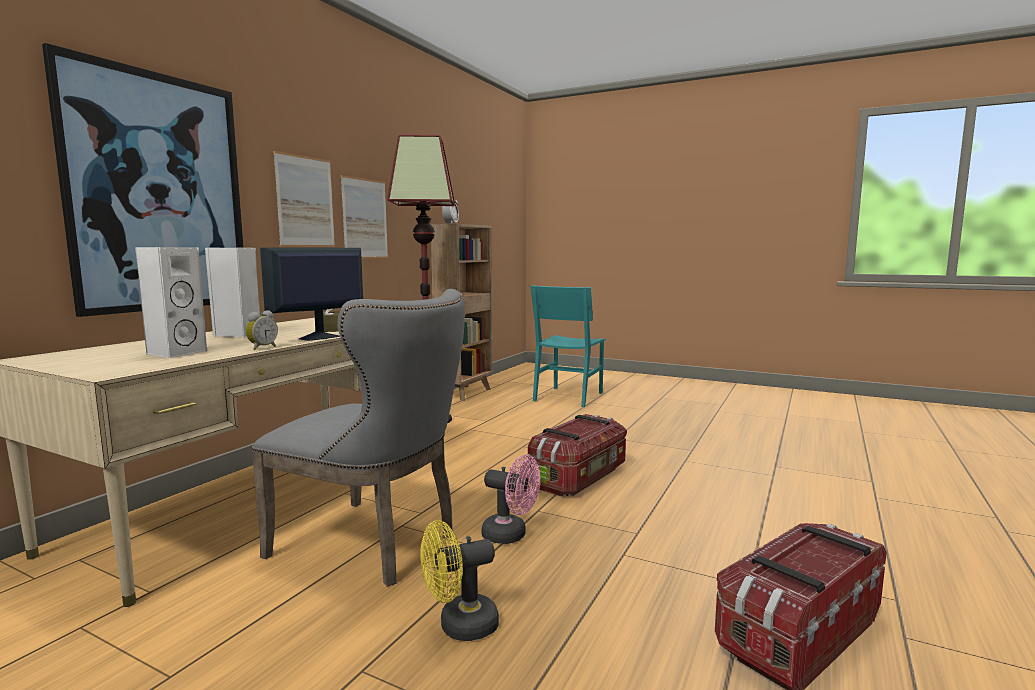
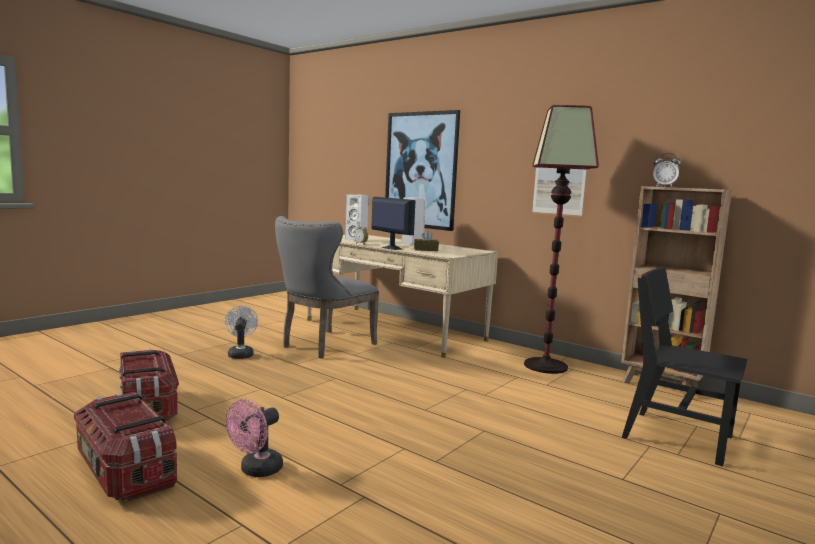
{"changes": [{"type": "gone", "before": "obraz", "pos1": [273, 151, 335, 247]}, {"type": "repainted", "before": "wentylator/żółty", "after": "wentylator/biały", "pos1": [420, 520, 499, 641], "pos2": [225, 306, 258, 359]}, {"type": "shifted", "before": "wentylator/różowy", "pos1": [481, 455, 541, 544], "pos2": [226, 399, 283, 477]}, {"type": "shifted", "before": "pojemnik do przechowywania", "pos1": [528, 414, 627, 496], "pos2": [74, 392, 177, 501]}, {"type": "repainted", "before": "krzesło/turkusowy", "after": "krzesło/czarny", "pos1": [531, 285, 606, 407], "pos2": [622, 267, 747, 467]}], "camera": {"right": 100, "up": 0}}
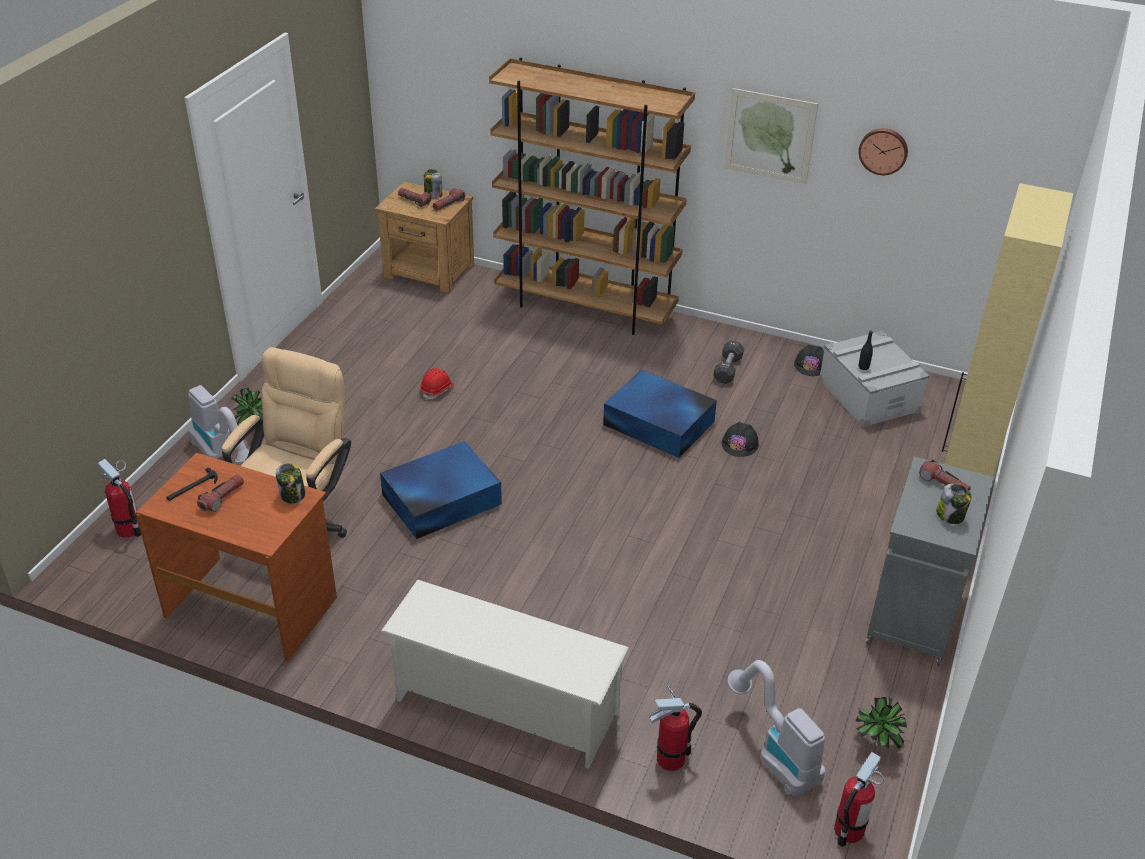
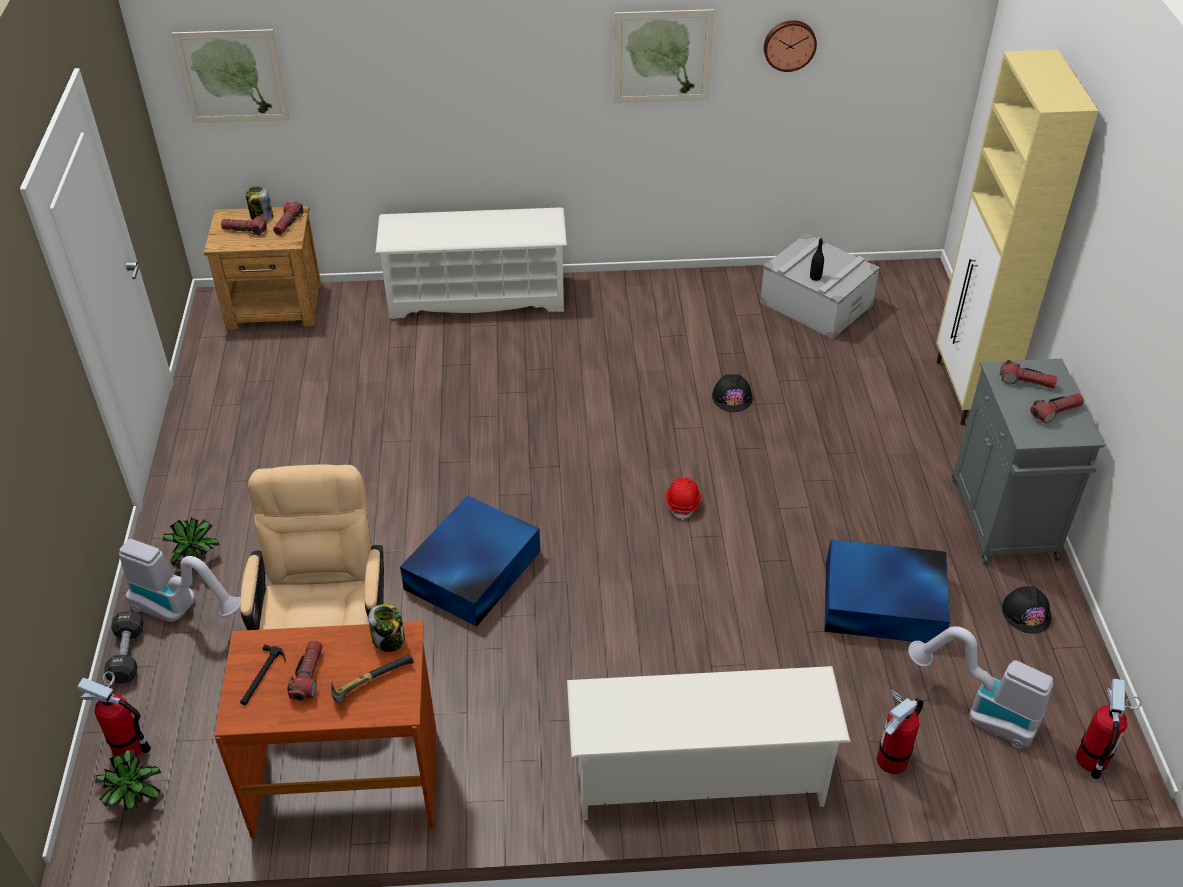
{"changes": [{"type": "shifted", "before": "kask/czerwony", "pos1": [420, 368, 454, 400], "pos2": [666, 477, 701, 520]}, {"type": "swapped", "before": "regał/brązowy", "after": "regał na buty/biały", "pos1": [489, 57, 695, 335], "pos2": [376, 207, 567, 319]}, {"type": "shifted", "before": "pojemnik do przechowywania/niebieski", "pos1": [603, 370, 717, 458], "pos2": [824, 539, 950, 643]}, {"type": "shifted", "before": "hantel/czarny", "pos1": [713, 341, 744, 384], "pos2": [104, 611, 144, 684]}, {"type": "shifted", "before": "kask/czarny", "pos1": [794, 345, 824, 376], "pos2": [1002, 586, 1051, 634]}, {"type": "shifted", "before": "roślina doniczkowa", "pos1": [855, 697, 907, 749], "pos2": [95, 749, 161, 812]}, {"type": "swapped", "before": "słoik", "after": "latarka", "pos1": [936, 484, 971, 524], "pos2": [1030, 393, 1084, 423]}, {"type": "new", "after": "obraz", "pos2": [171, 29, 290, 123]}, {"type": "new", "after": "młotek", "pos2": [331, 655, 414, 704]}], "camera": {"right": -25, "up": 5}}
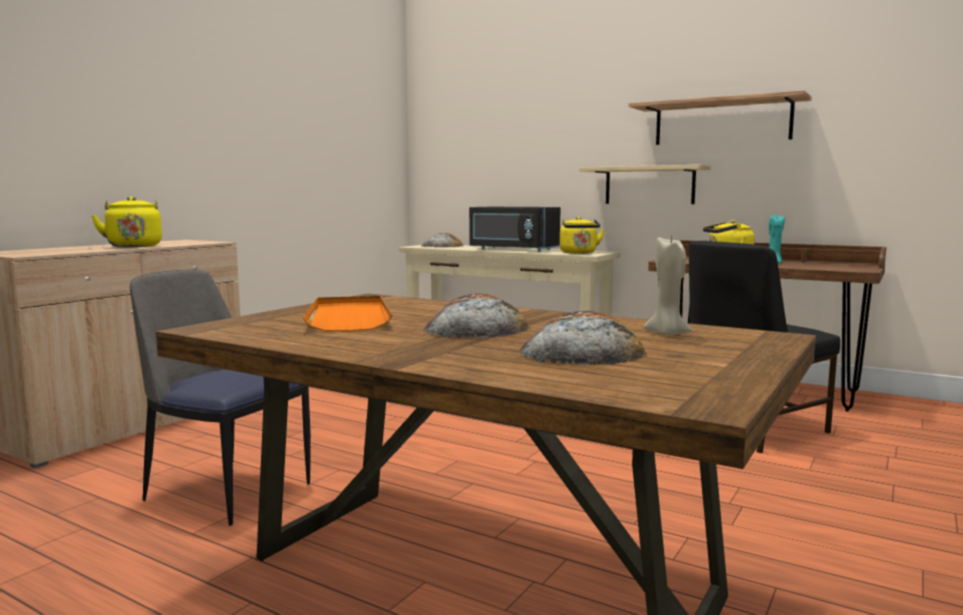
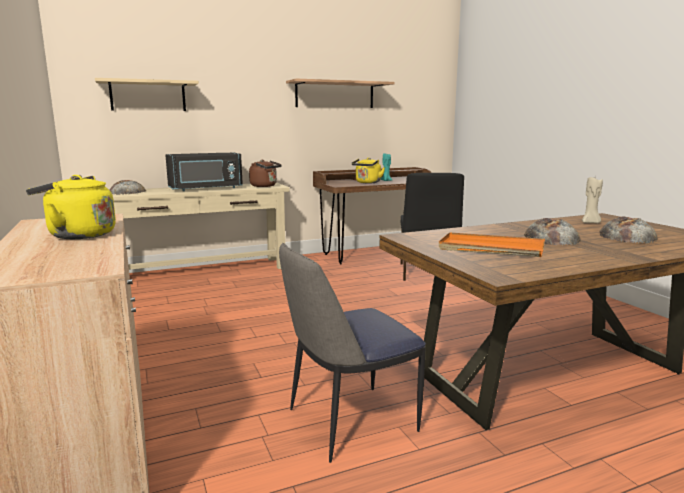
{"changes": [{"type": "repainted", "before": "czajnik/żółty", "after": "czajnik/brązowy", "pos1": [560, 217, 605, 254], "pos2": [249, 160, 282, 187]}, {"type": "shifted", "before": "półka/beżowy", "pos1": [579, 164, 711, 204], "pos2": [95, 78, 199, 111]}], "camera": {"right": -55, "up": 5}}
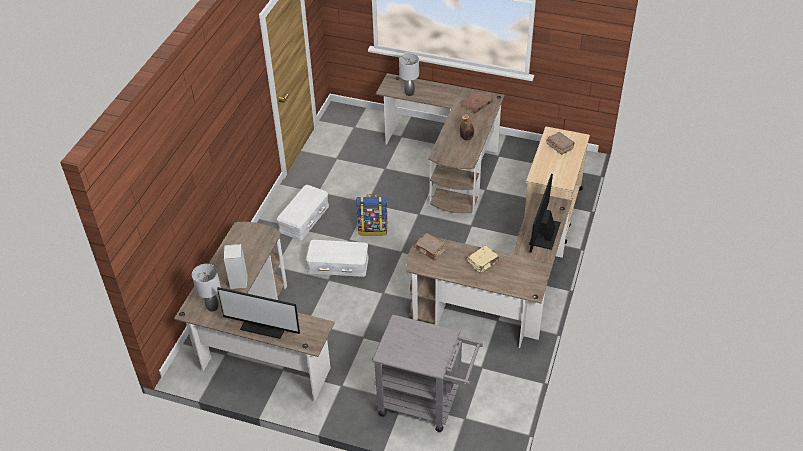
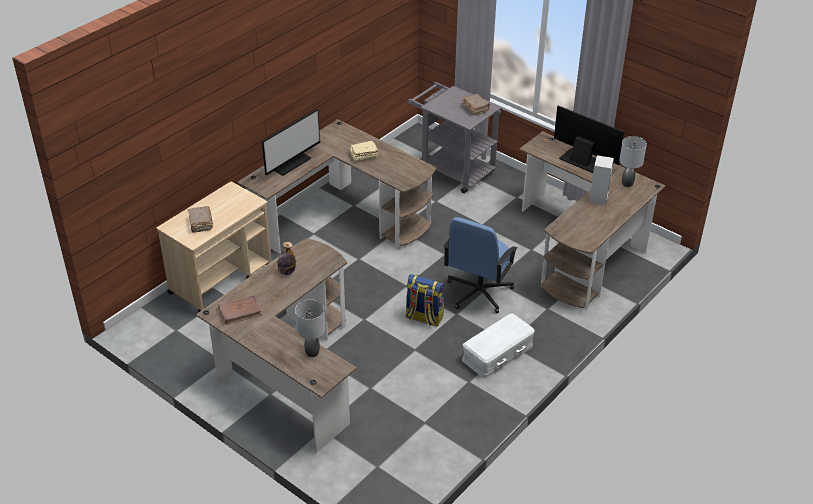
{"changes": [{"type": "swapped", "before": "pojemnik do przechowywania/biały", "after": "krzesło biurowe/niebieski", "pos1": [306, 240, 369, 277], "pos2": [444, 217, 518, 313]}, {"type": "shifted", "before": "książka/brązowy", "pos1": [415, 233, 446, 260], "pos2": [462, 94, 490, 115]}], "camera": {"right": -160, "up": -5}}
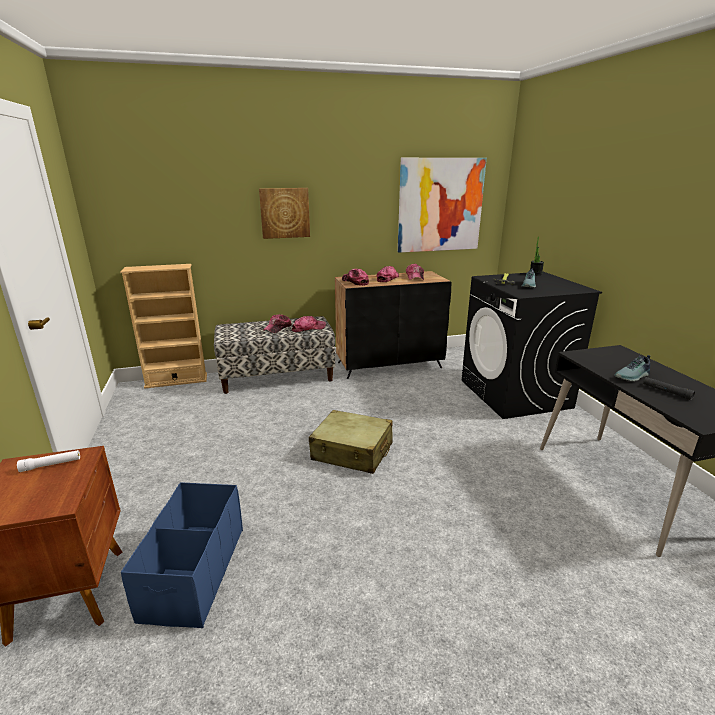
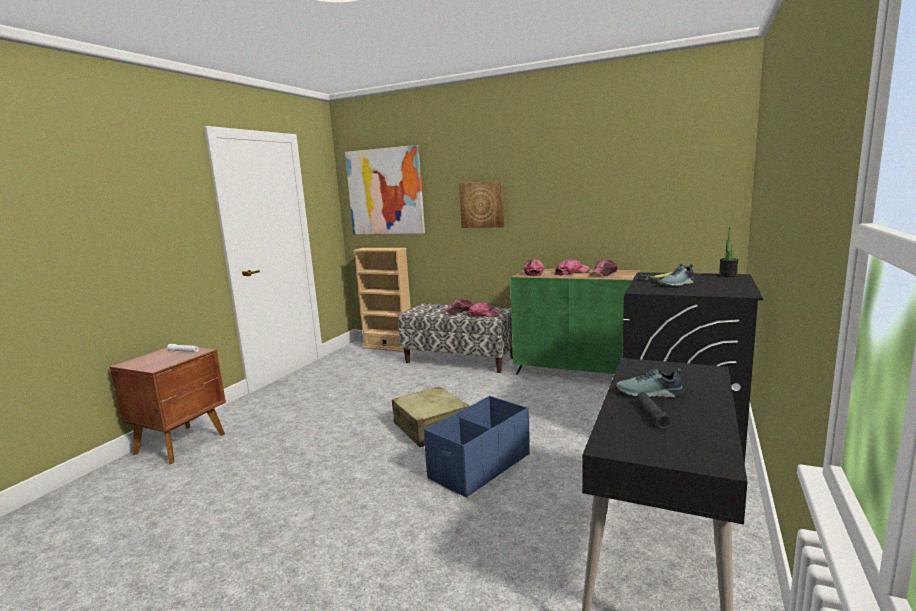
{"changes": [{"type": "shifted", "before": "pojemnik do przechowywania/niebieski", "pos1": [121, 482, 243, 628], "pos2": [424, 396, 530, 498]}, {"type": "repainted", "before": "szafka/czarny", "after": "szafka/zielony", "pos1": [335, 271, 451, 379], "pos2": [511, 269, 640, 375]}, {"type": "shifted", "before": "obraz", "pos1": [398, 158, 487, 253], "pos2": [345, 145, 425, 235]}], "camera": {"right": 40, "up": -10}}
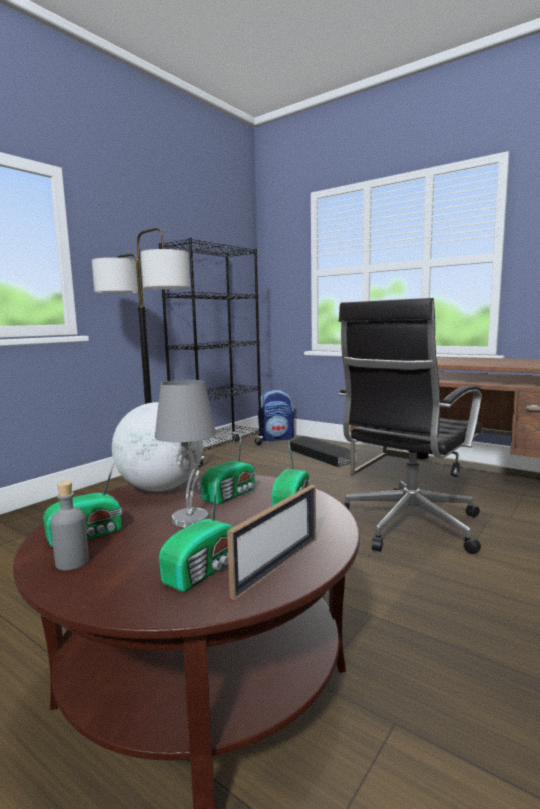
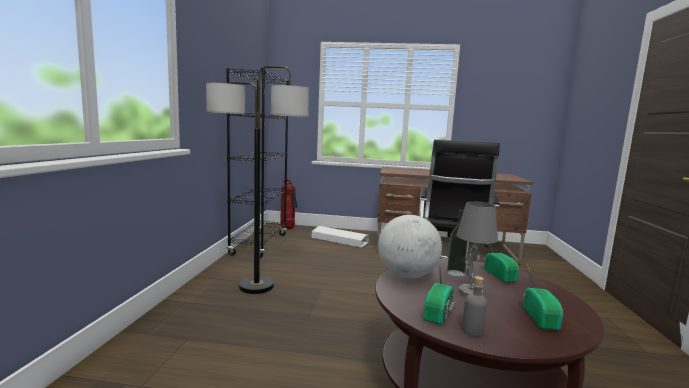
{"changes": [{"type": "swapped", "before": "radio", "after": "butelka", "pos1": [201, 436, 256, 505], "pos2": [447, 209, 469, 277]}, {"type": "gone", "before": "ramka na zdjęcie", "pos1": [227, 485, 316, 600]}, {"type": "swapped", "before": "plecak", "after": "gaśnica", "pos1": [258, 390, 294, 441], "pos2": [280, 177, 298, 229]}, {"type": "repainted", "before": "pojemnik do przechowywania/czarny", "after": "pojemnik do przechowywania/biały", "pos1": [290, 436, 357, 467], "pos2": [312, 226, 369, 247]}], "camera": {"right": -30, "up": 0}}
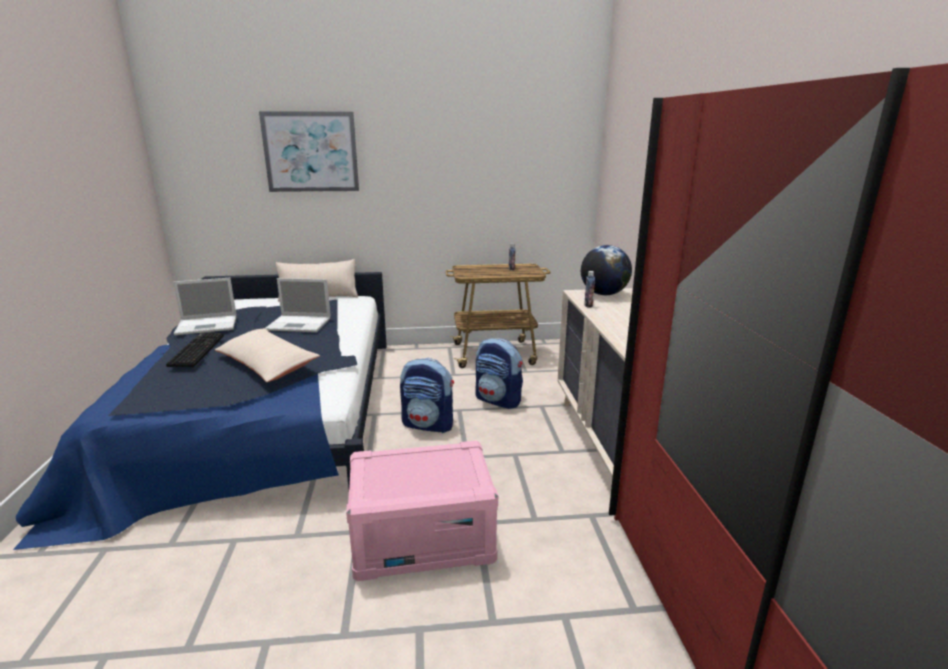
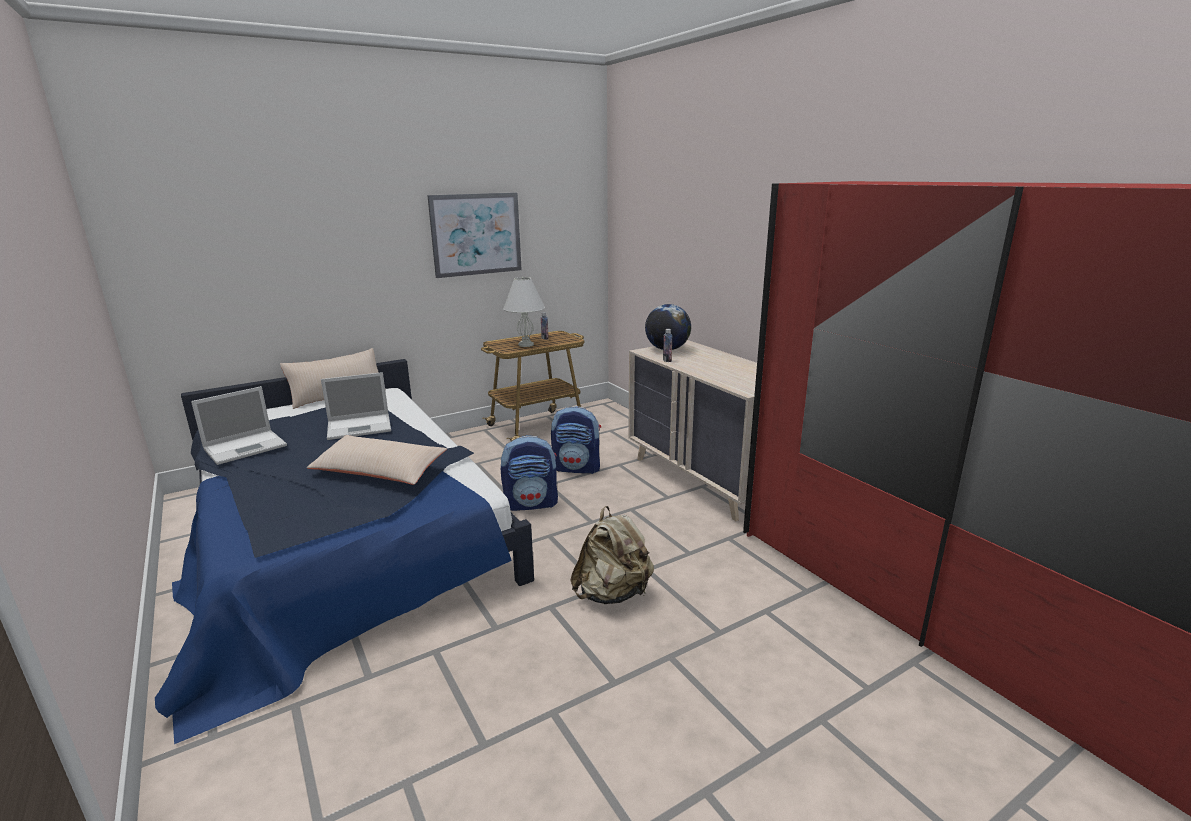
{"changes": [{"type": "gone", "before": "klawiatura", "pos1": [166, 333, 224, 367]}, {"type": "shifted", "before": "obraz", "pos1": [259, 111, 359, 192], "pos2": [427, 193, 522, 278]}, {"type": "swapped", "before": "pojemnik do przechowywania/różowy", "after": "plecak/beżowy", "pos1": [346, 441, 498, 581], "pos2": [570, 506, 654, 604]}, {"type": "new", "after": "lampa stołowa/biały", "pos2": [503, 277, 545, 347]}], "camera": {"right": -25, "up": 0}}
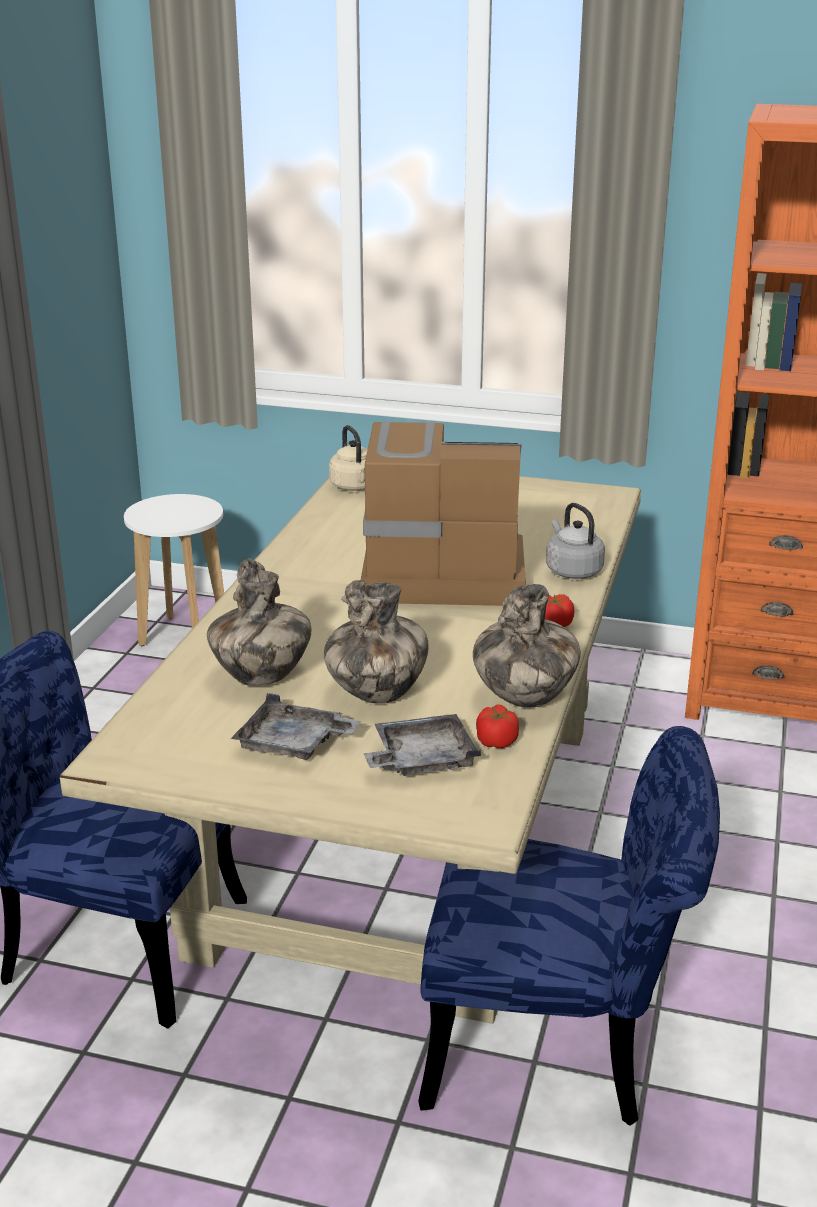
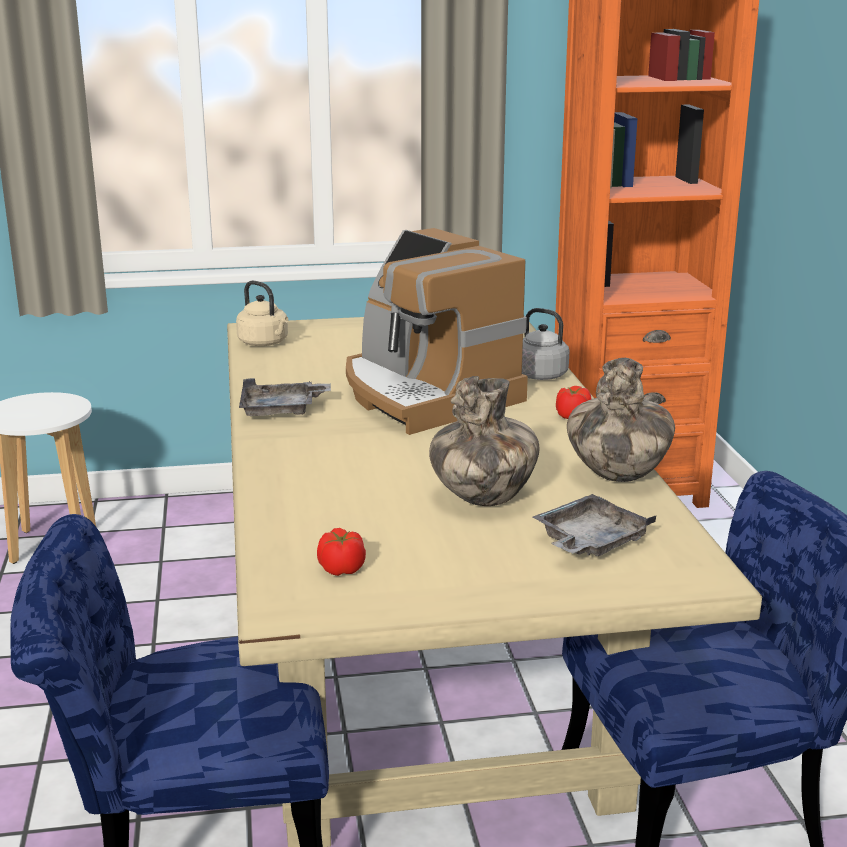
{"changes": [{"type": "gone", "before": "wazon", "pos1": [207, 558, 311, 686]}, {"type": "shifted", "before": "taca/szary", "pos1": [231, 693, 361, 760], "pos2": [239, 378, 331, 416]}, {"type": "rotated", "before": "ekspres do kawy", "pos1": [361, 421, 526, 606], "pos2": [346, 228, 528, 435], "turn": -105}, {"type": "shifted", "before": "pomidor", "pos1": [476, 704, 519, 748], "pos2": [317, 528, 366, 576]}], "camera": {"right": -25, "up": -5}}
